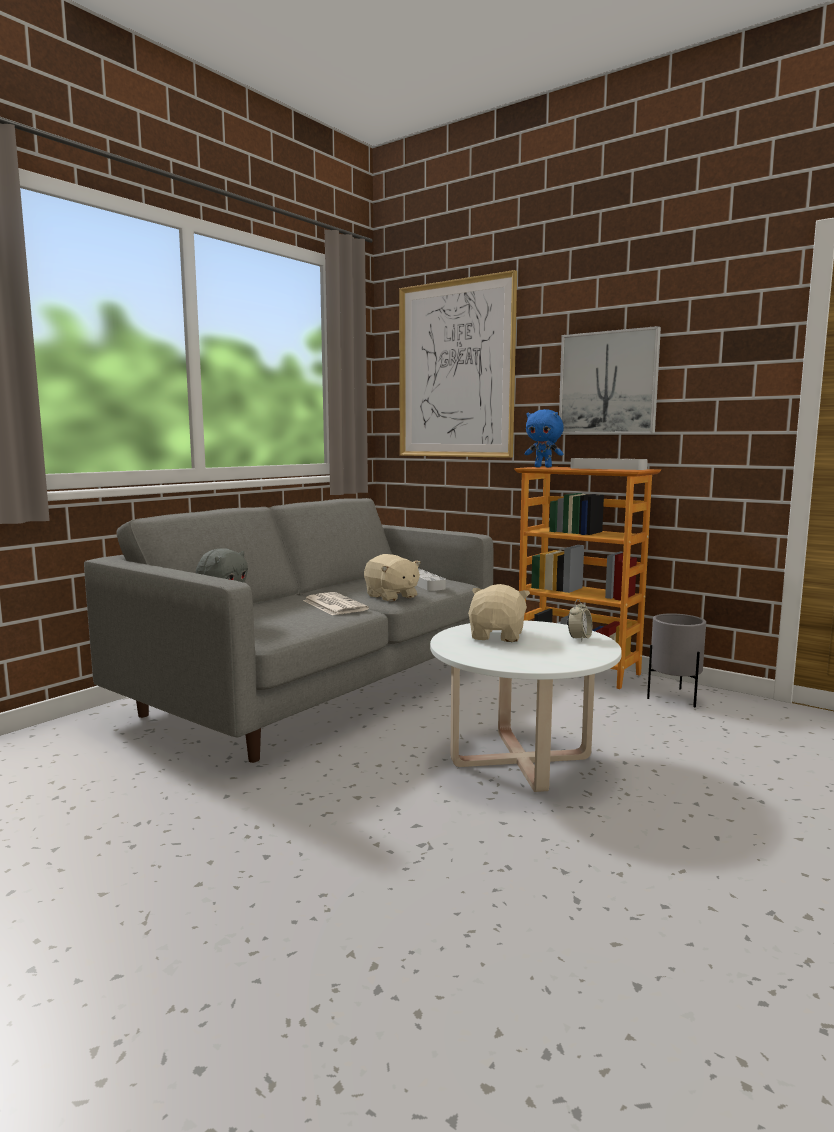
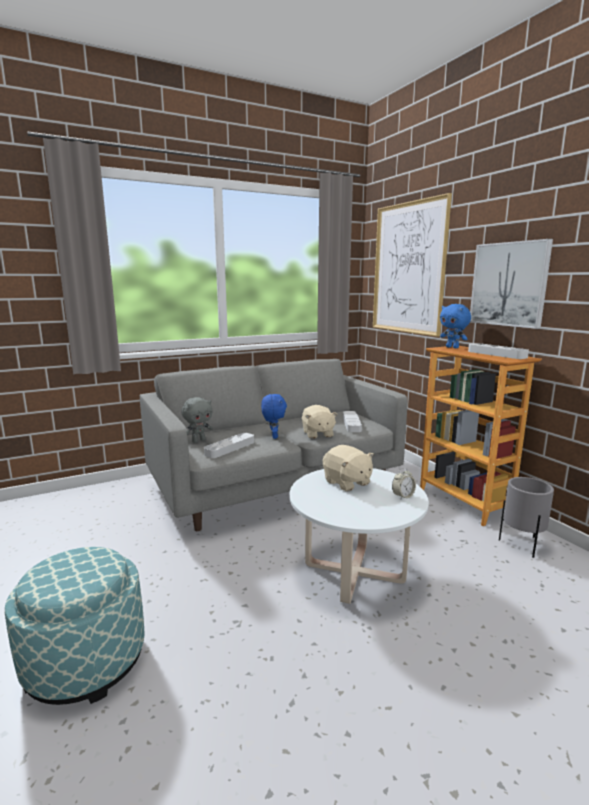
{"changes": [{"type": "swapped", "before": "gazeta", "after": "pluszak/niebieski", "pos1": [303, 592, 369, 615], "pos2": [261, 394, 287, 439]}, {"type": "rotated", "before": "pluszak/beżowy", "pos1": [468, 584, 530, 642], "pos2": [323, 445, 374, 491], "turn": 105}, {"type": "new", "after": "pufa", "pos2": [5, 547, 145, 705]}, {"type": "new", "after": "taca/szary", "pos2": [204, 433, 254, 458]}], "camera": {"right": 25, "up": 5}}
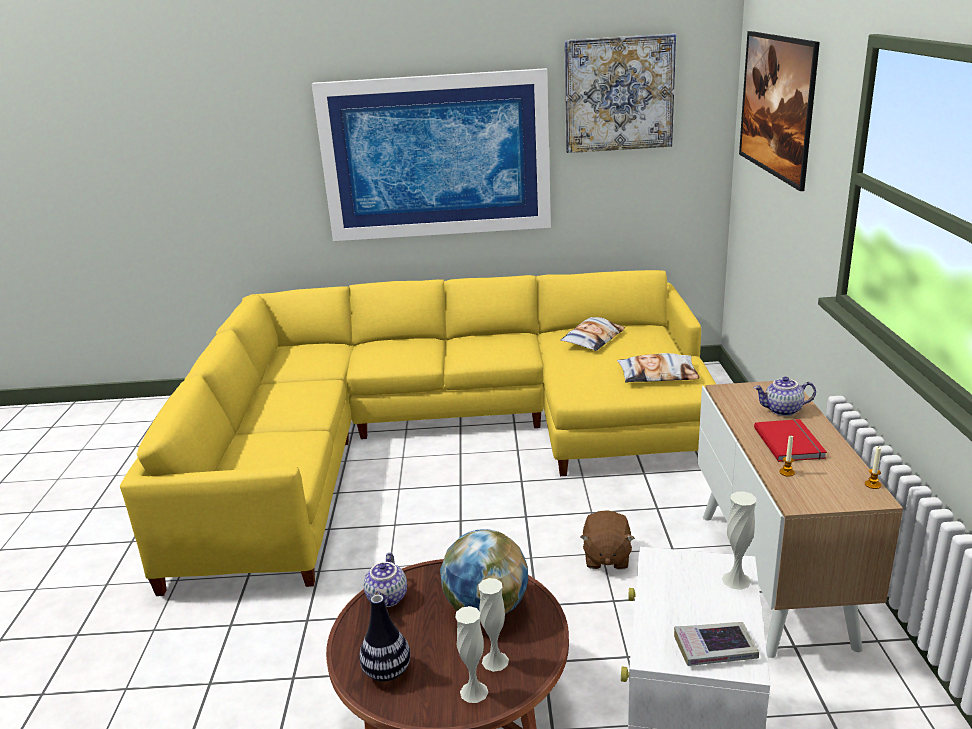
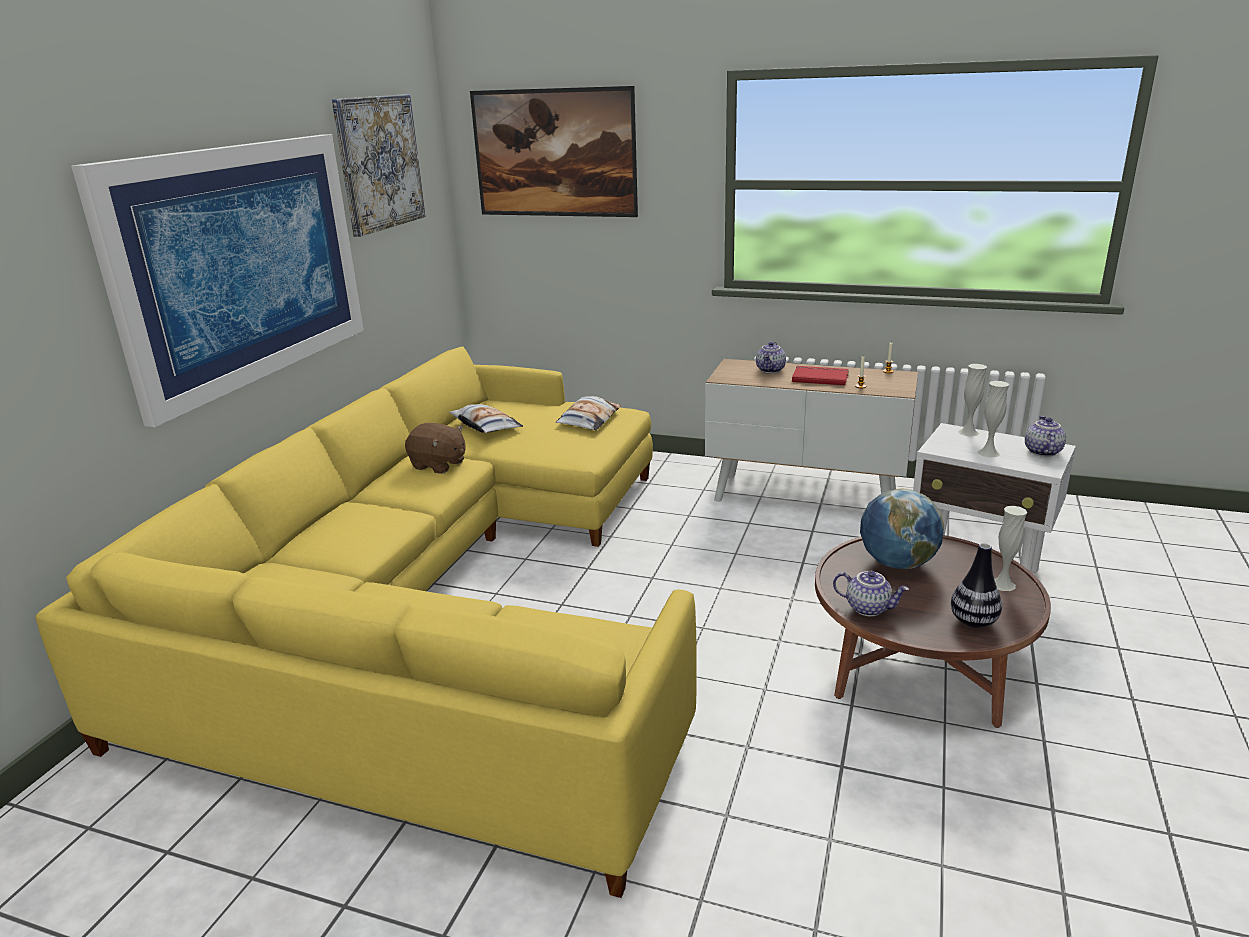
{"changes": [{"type": "shifted", "before": "wazon/biały", "pos1": [478, 578, 509, 672], "pos2": [978, 381, 1009, 458]}, {"type": "shifted", "before": "pluszak/brązowy", "pos1": [581, 510, 635, 570], "pos2": [405, 423, 466, 474]}, {"type": "swapped", "before": "książka", "after": "imbryk", "pos1": [674, 622, 759, 666], "pos2": [1025, 416, 1066, 457]}], "camera": {"right": -70, "up": 0}}
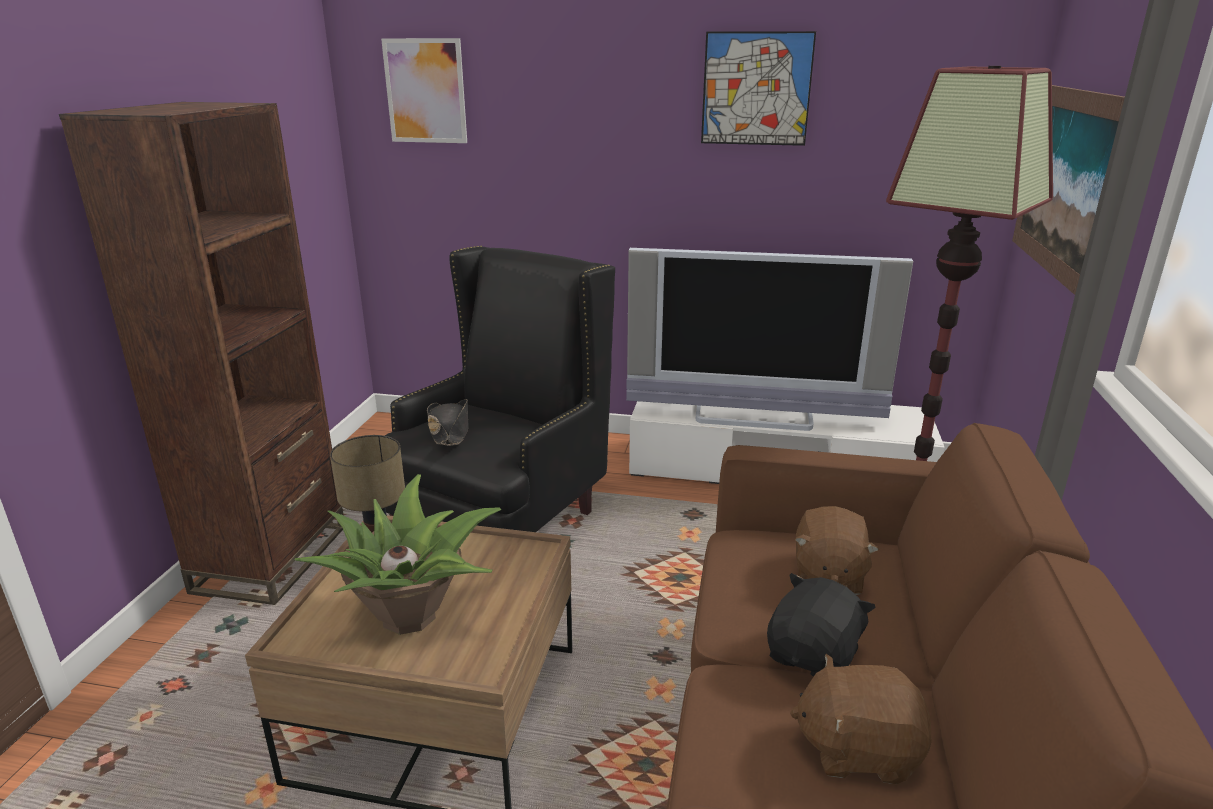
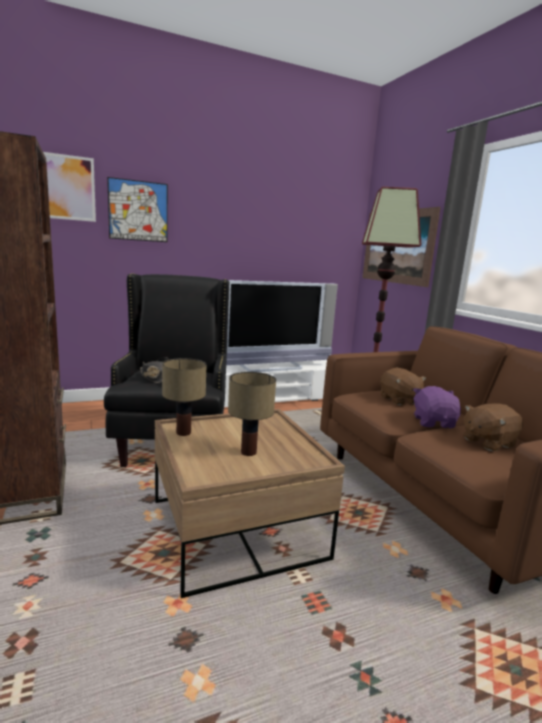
{"changes": [{"type": "swapped", "before": "roślina doniczkowa", "after": "lampa stołowa", "pos1": [295, 474, 501, 635], "pos2": [228, 372, 276, 456]}, {"type": "shifted", "before": "obraz", "pos1": [701, 31, 816, 146], "pos2": [107, 177, 168, 242]}, {"type": "repainted", "before": "pluszak/czarny", "after": "pluszak/fioletowy", "pos1": [767, 573, 876, 677], "pos2": [413, 386, 461, 429]}], "camera": {"right": -35, "up": -10}}
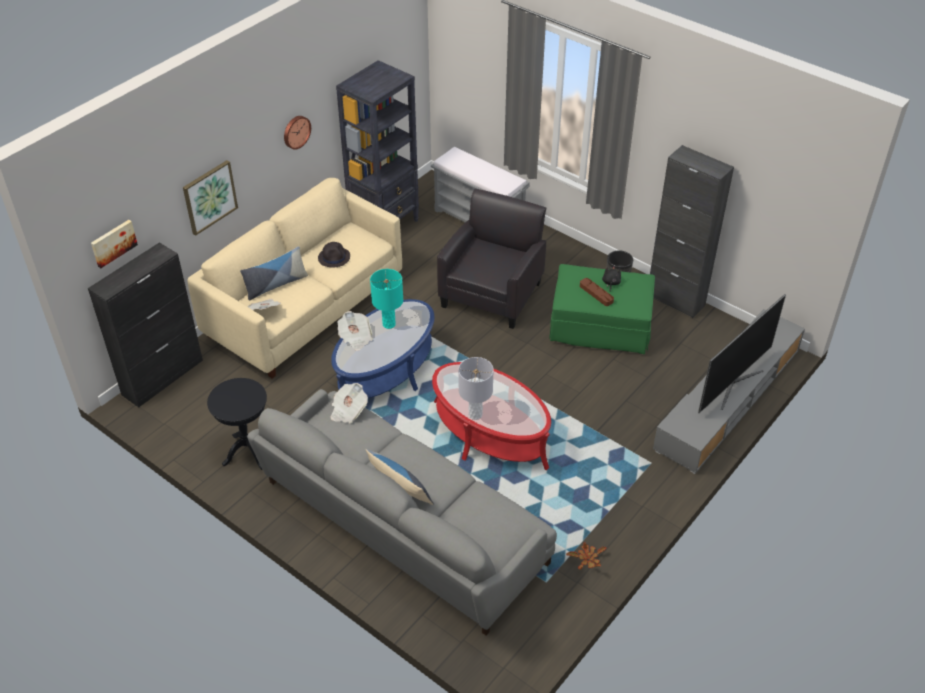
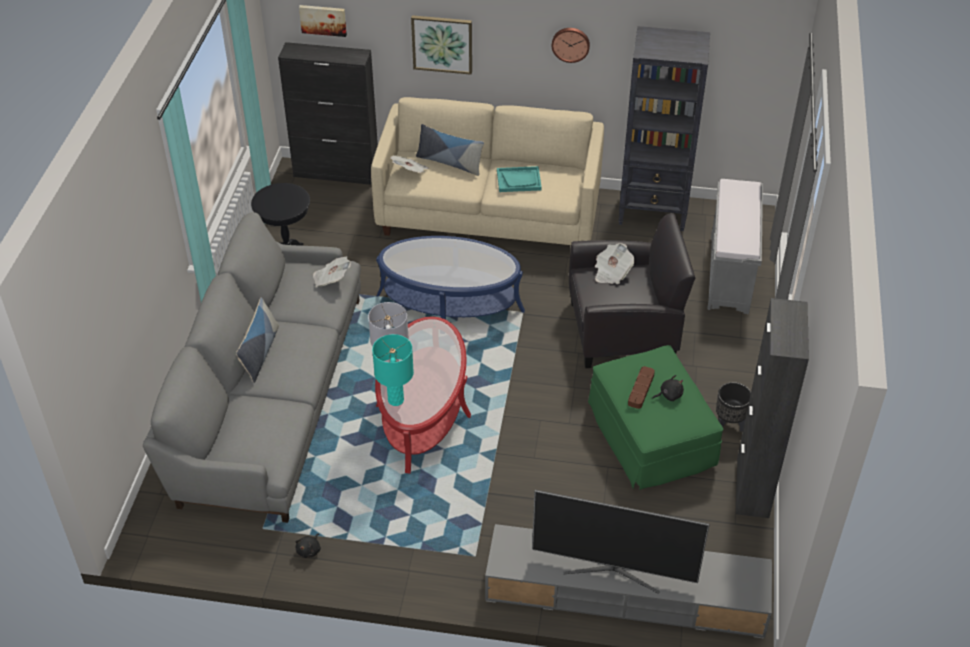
{"changes": [{"type": "swapped", "before": "kapelusz/czarny", "after": "taca/turkusowy", "pos1": [318, 242, 350, 268], "pos2": [497, 166, 542, 192]}, {"type": "shifted", "before": "gazeta", "pos1": [337, 311, 373, 351], "pos2": [595, 243, 634, 284]}, {"type": "shifted", "before": "lampa stołowa/turkusowy", "pos1": [370, 269, 403, 329], "pos2": [372, 334, 414, 406]}, {"type": "swapped", "before": "roślina doniczkowa", "after": "pluszak/czarny", "pos1": [566, 542, 607, 570], "pos2": [296, 534, 321, 558]}], "camera": {"right": 60, "up": 0}}
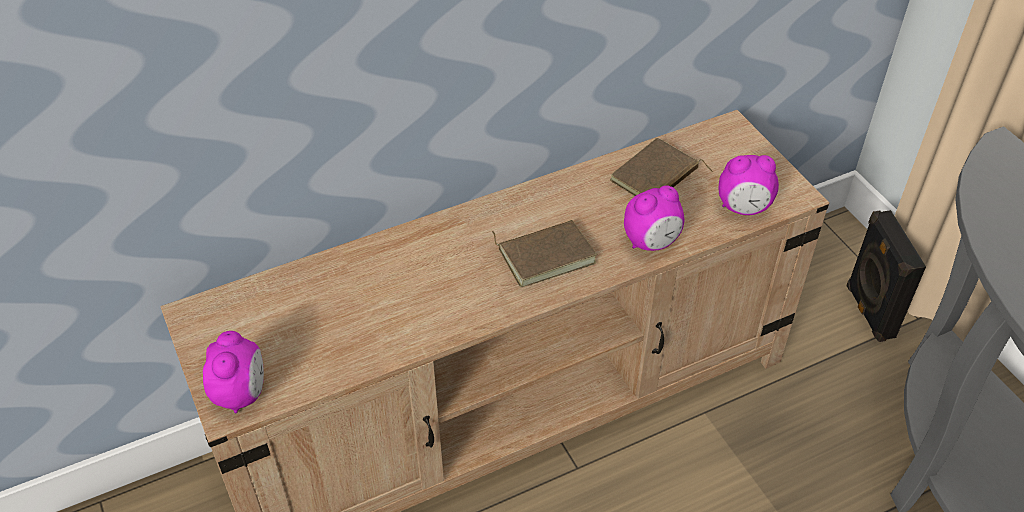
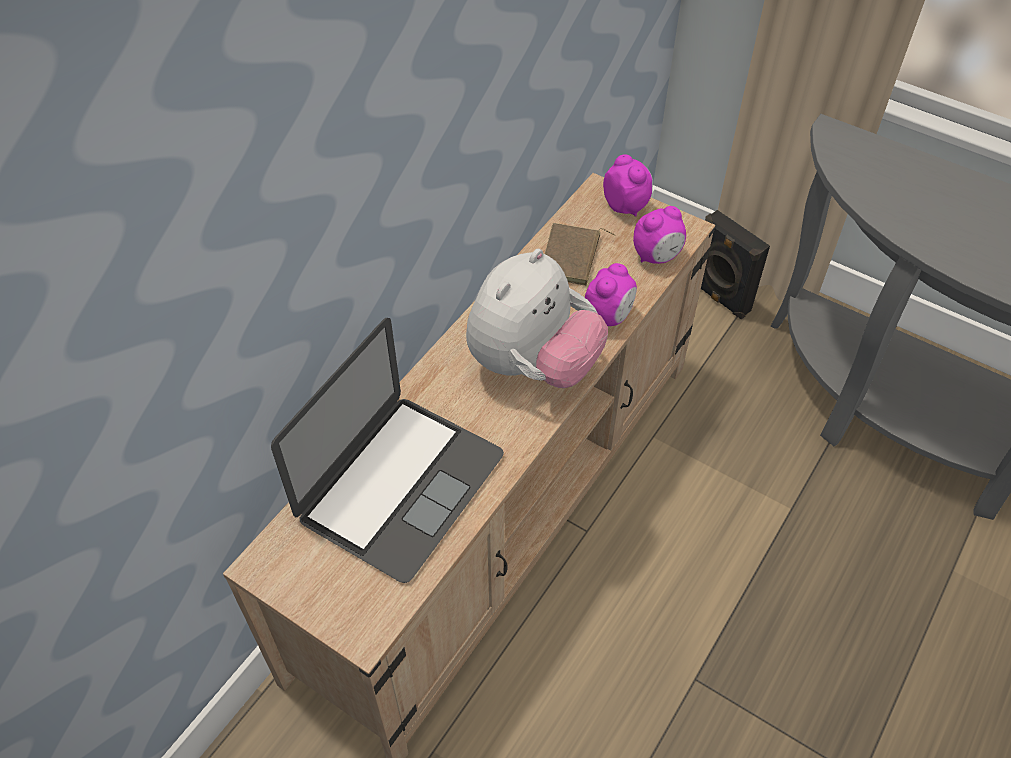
{"changes": [{"type": "shifted", "before": "budzik", "pos1": [203, 331, 264, 413], "pos2": [603, 154, 653, 217]}, {"type": "swapped", "before": "książka/brązowy", "after": "pluszak", "pos1": [492, 220, 597, 287], "pos2": [466, 249, 608, 388]}, {"type": "new", "after": "laptop", "pos2": [271, 318, 504, 583]}], "camera": {"right": -30, "up": 5}}
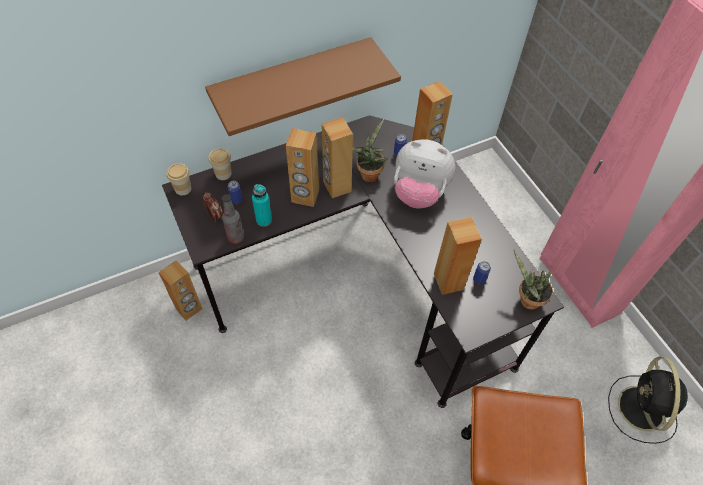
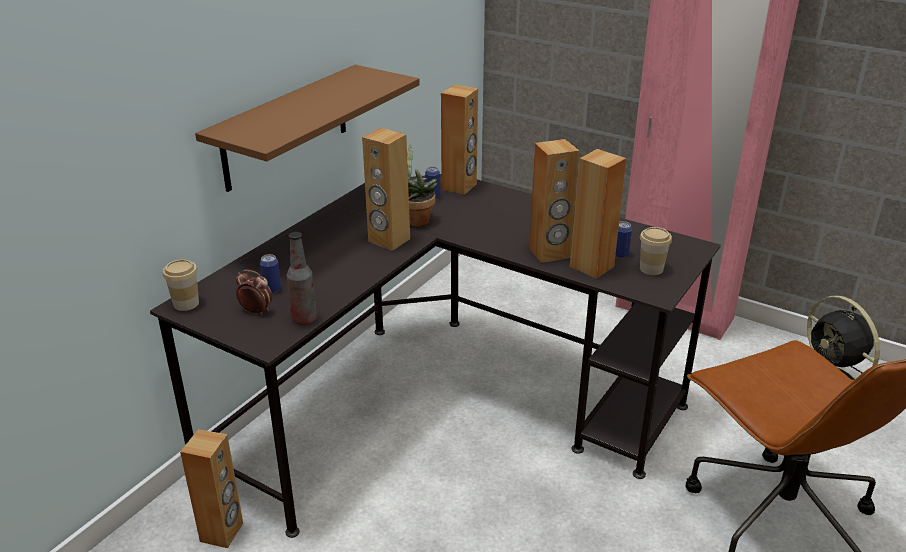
{"changes": [{"type": "shifted", "before": "filiżanka", "pos1": [209, 148, 232, 180], "pos2": [640, 227, 672, 275]}, {"type": "gone", "before": "butelka/turkusowy", "pos1": [252, 184, 272, 227]}, {"type": "shifted", "before": "głośnik/brązowy", "pos1": [286, 128, 319, 207], "pos2": [529, 139, 579, 263]}, {"type": "gone", "before": "pluszak", "pos1": [394, 139, 456, 208]}, {"type": "gone", "before": "roślina doniczkowa", "pos1": [514, 250, 553, 310]}], "camera": {"right": -30, "up": -25}}
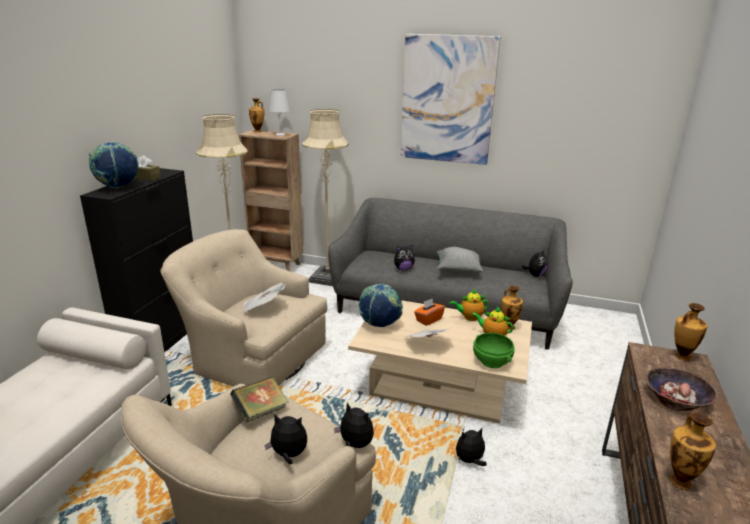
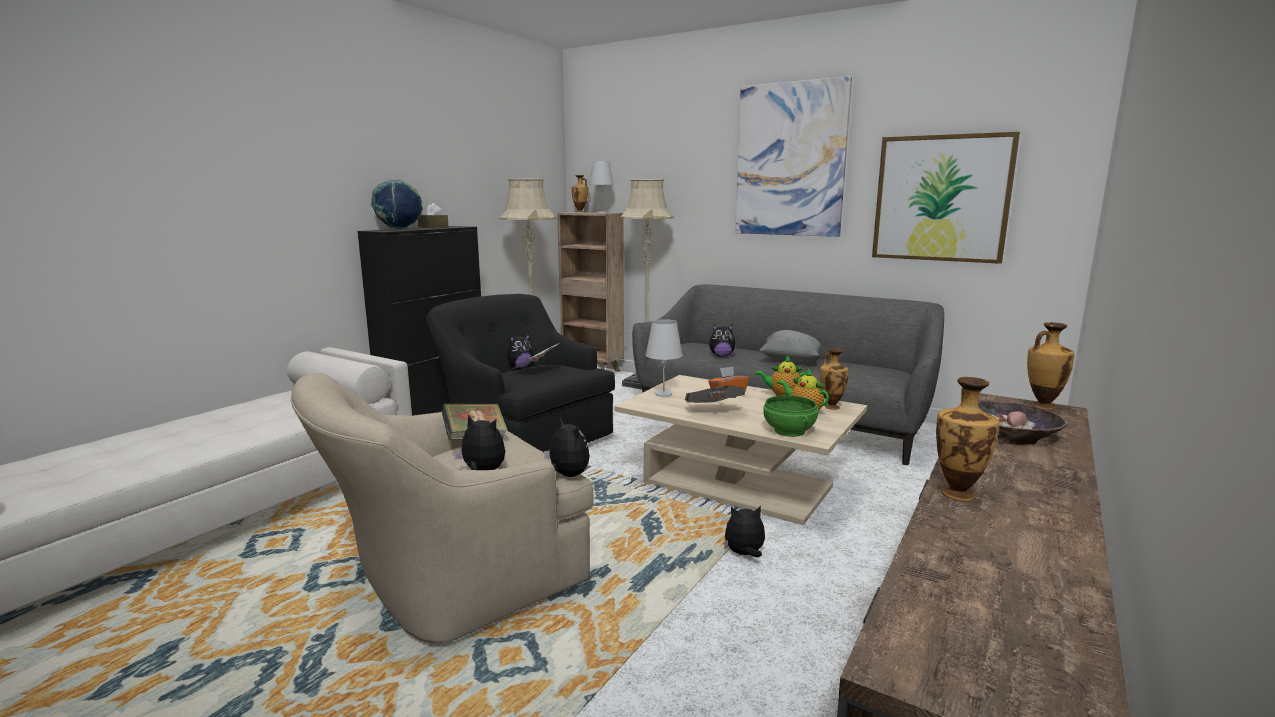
{"changes": [{"type": "repainted", "before": "fotel/beżowy", "after": "fotel/czarny", "pos1": [161, 229, 327, 387], "pos2": [426, 294, 615, 452]}, {"type": "swapped", "before": "globus", "after": "lampa stołowa/biały", "pos1": [359, 284, 403, 327], "pos2": [646, 319, 683, 397]}, {"type": "shifted", "before": "pluszak", "pos1": [522, 250, 548, 277], "pos2": [507, 334, 534, 368]}, {"type": "new", "after": "obraz", "pos2": [872, 132, 1020, 264]}], "camera": {"right": 15, "up": -10}}
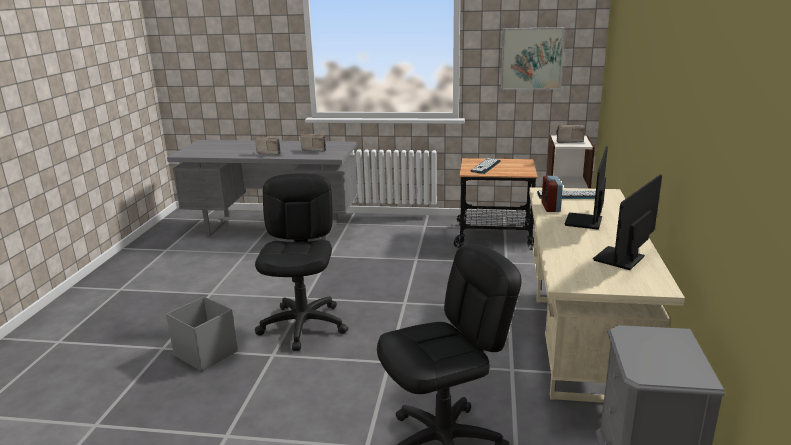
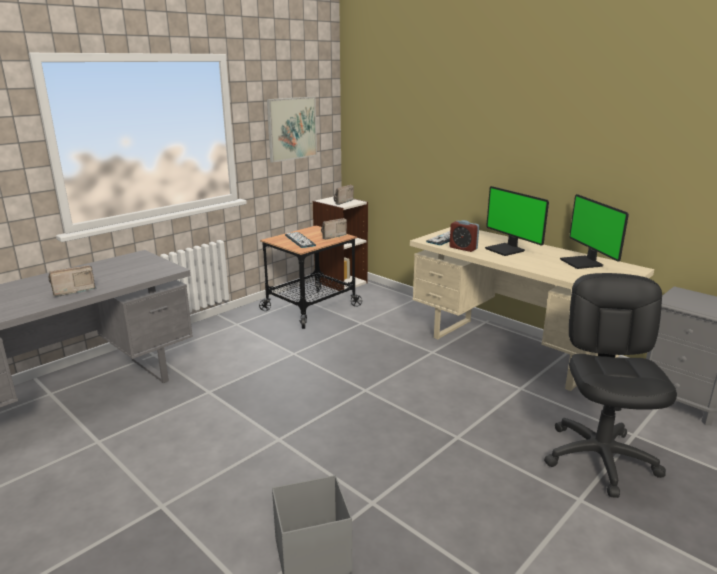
{"changes": [{"type": "gone", "before": "krzesło biurowe/czarny", "pos1": [255, 174, 348, 351]}, {"type": "shifted", "before": "radio", "pos1": [300, 133, 327, 152], "pos2": [321, 218, 347, 239]}], "camera": {"right": -55, "up": 0}}
